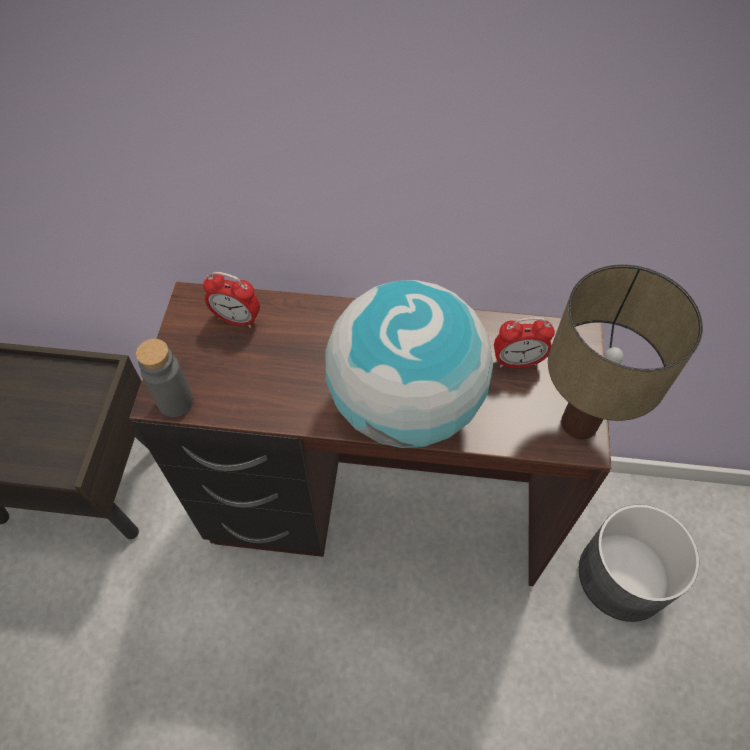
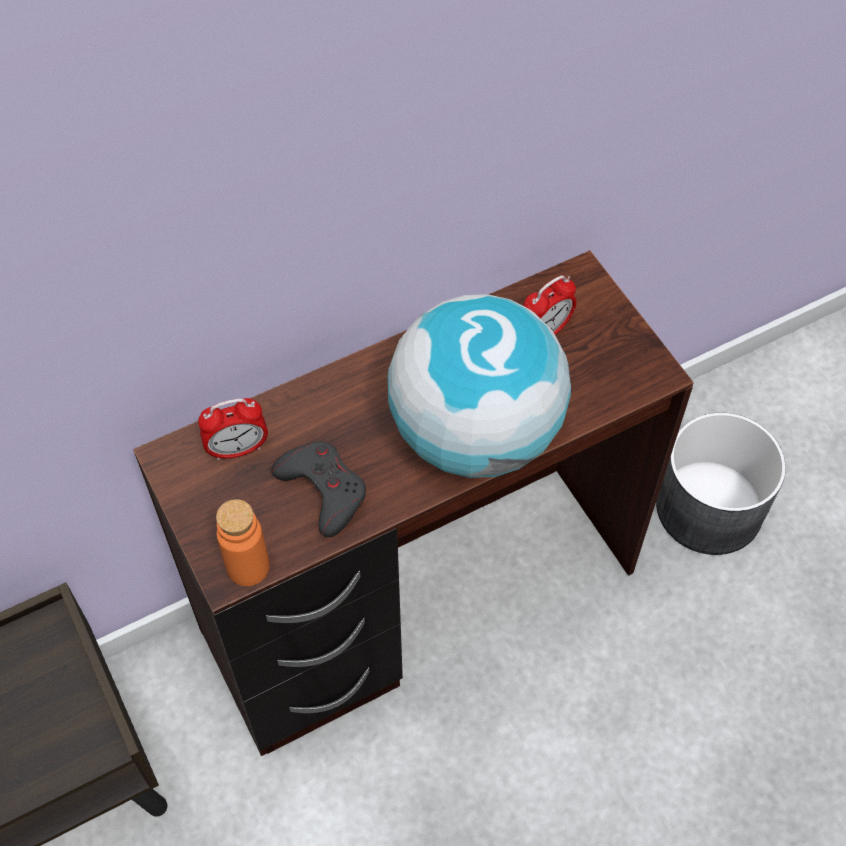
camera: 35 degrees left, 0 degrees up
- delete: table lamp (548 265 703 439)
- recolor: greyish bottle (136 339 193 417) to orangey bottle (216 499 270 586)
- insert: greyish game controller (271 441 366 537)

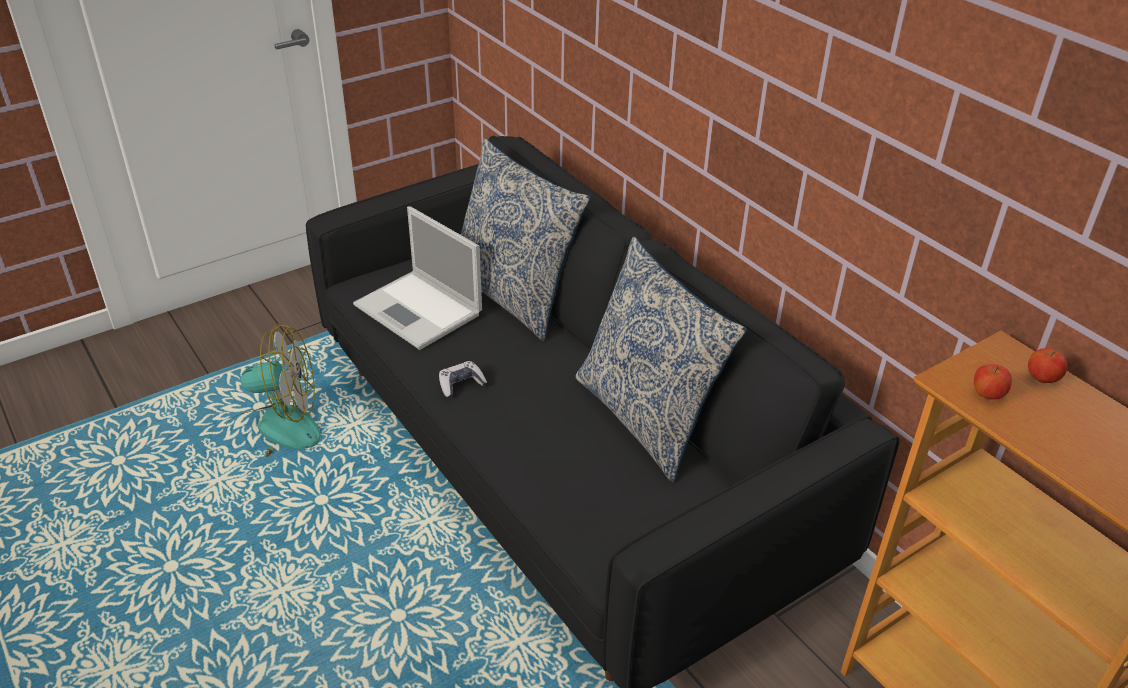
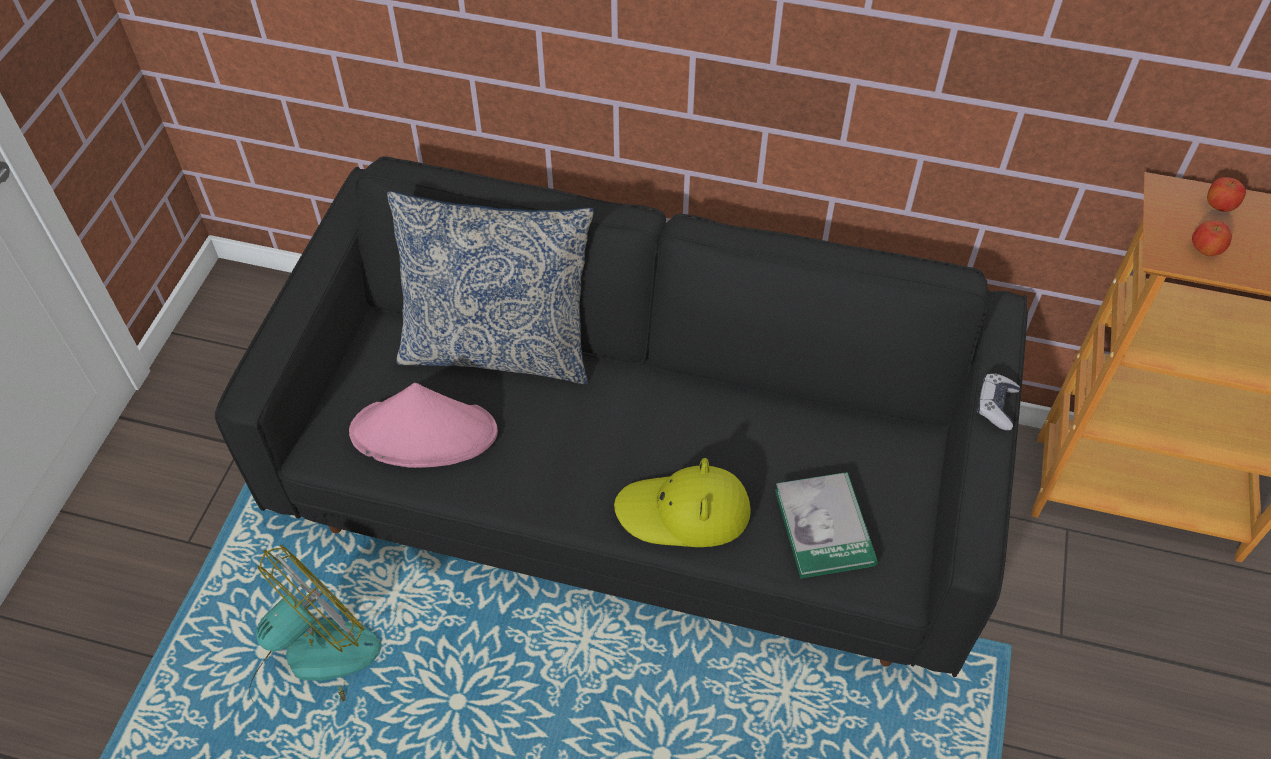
camera: 40 degrees left, 15 degrees up
- replace: laptop (353 206 482 350) to pink-coloured hat (349 383 498 468)
- delete: throw pillow (576 236 747 482)
- move: game controller (439 361 487 398) to (976 374 1020 431)
- insert: yellowish hat (614 458 751 547)
- insert: volume (775 472 878 579)

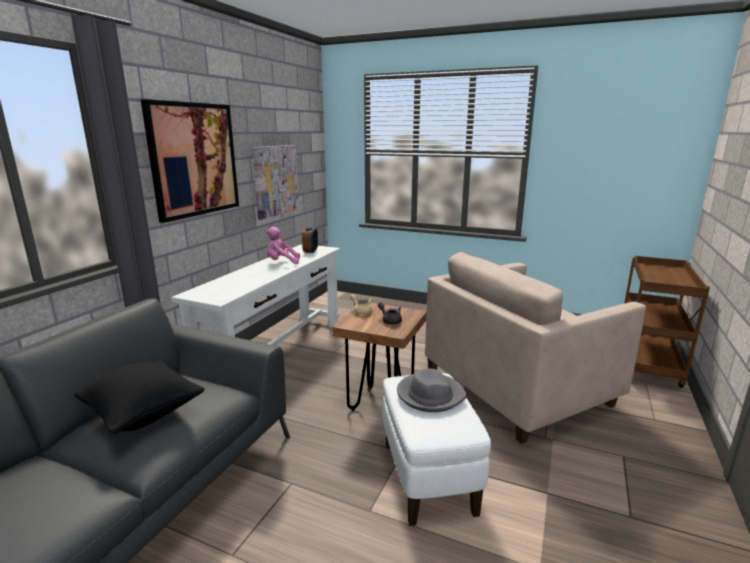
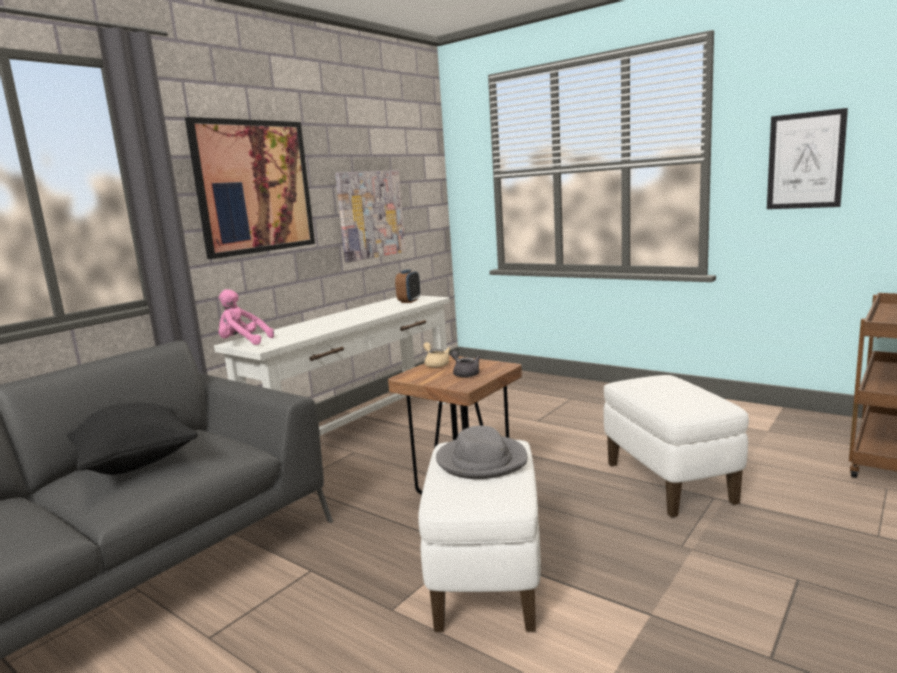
camera: 15 degrees right, 5 degrees down
- move: pink-coloured plush toy (266 227 300 264) to (218 289 274 345)
- replace: beige armchair (425 252 646 444) to white-coloured footrest (604 375 749 518)
- insert: picture (767 108 848 209)

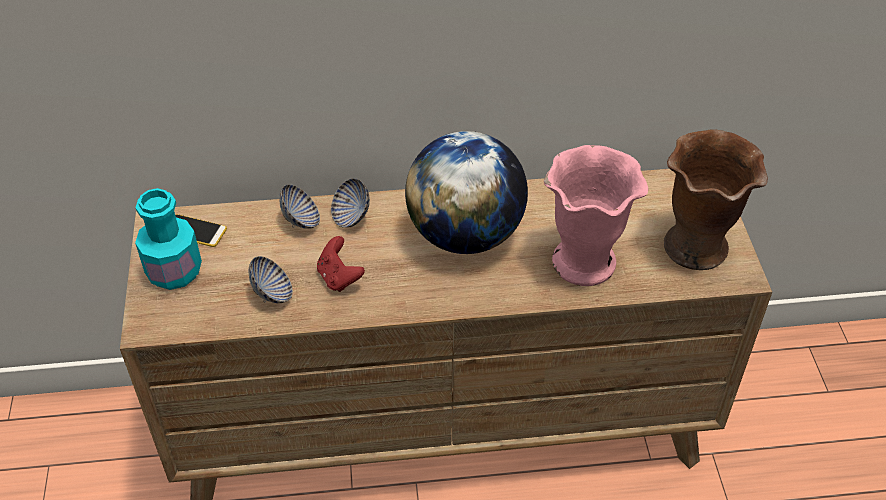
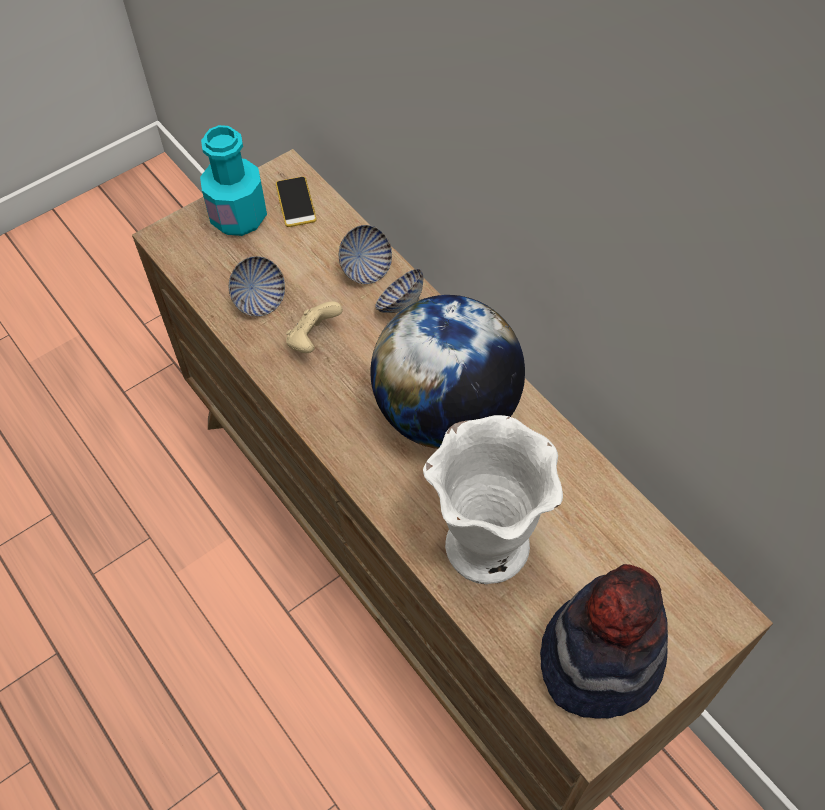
camera: 60 degrees right, 10 degrees up
- replace: brown decorative vase (664 129 768 270) to hat (540 564 668 719)
- recolor: pink-coloured decorative vase (544 145 648 286) to white-coloured decorative vase (423 415 563 584)
- recolor: red-coloured game controller (317 236 365 292) to beige game controller (286 301 343 353)

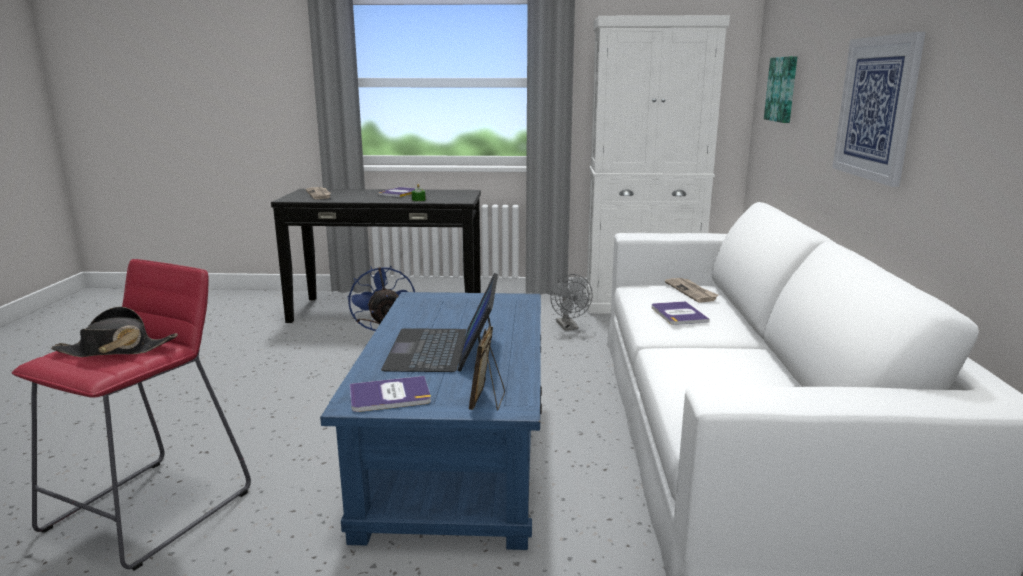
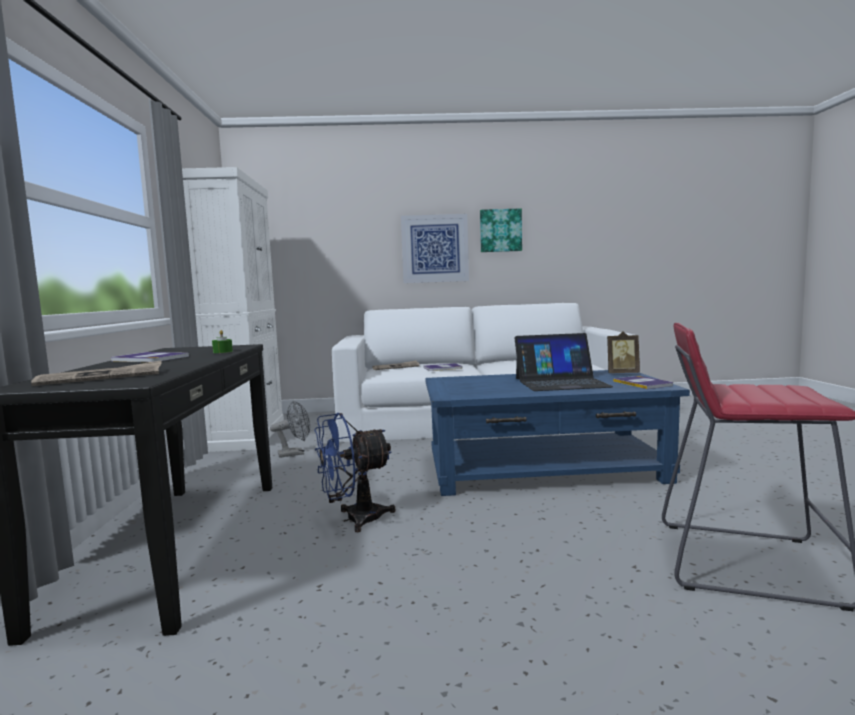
camera: 95 degrees left, 10 degrees down
- move: picture (764 56 797 123) to (480 208 522 252)
- delete: blackish hat (51 307 178 357)

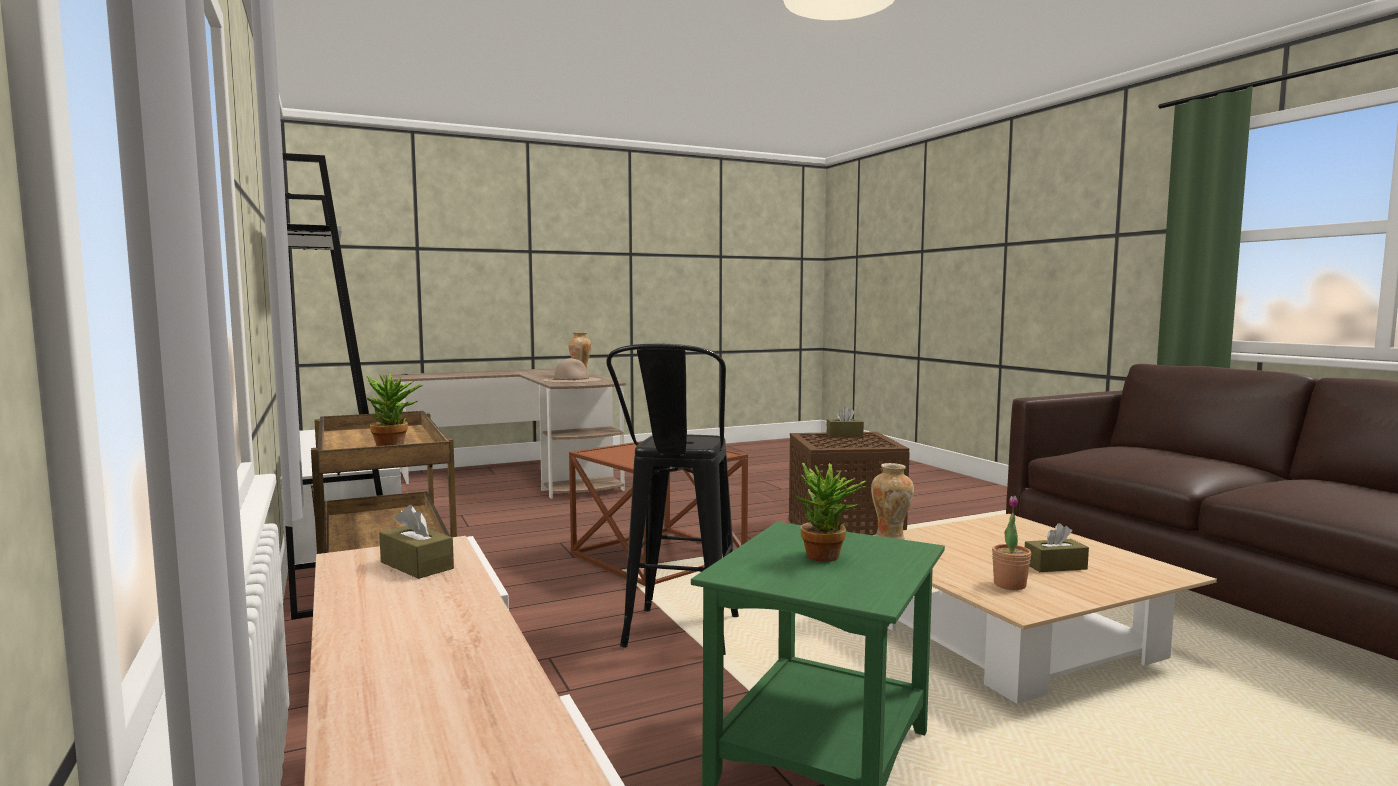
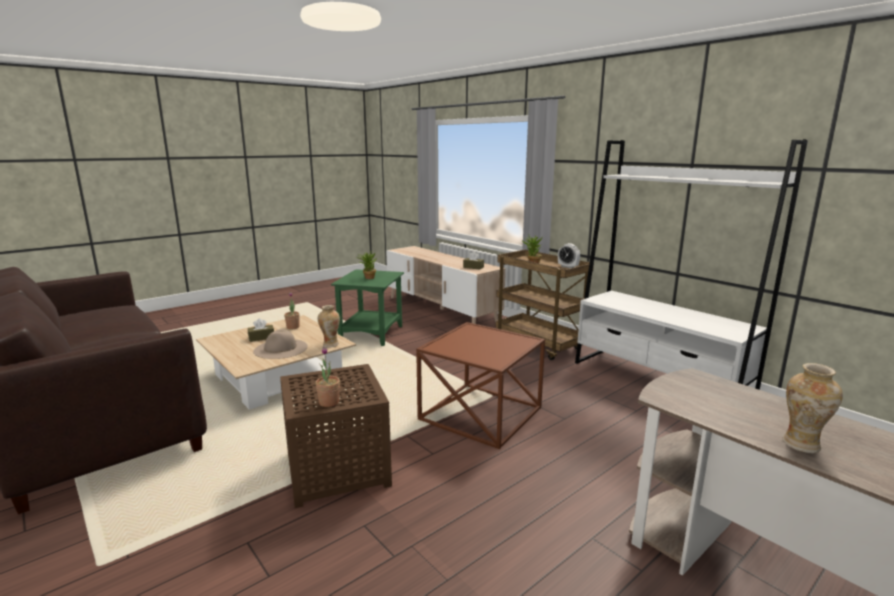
camera: 165 degrees right, 10 degrees up
- delete: blackish stool seat (606 344 739 655)
- move: beige hat (542 358 601 383) to (253 329 308 359)
- replace: brown box of tissues (827 406 864 436) to plant in a pot (315 347 340 407)
- insert: alarm clock (558 243 580 268)

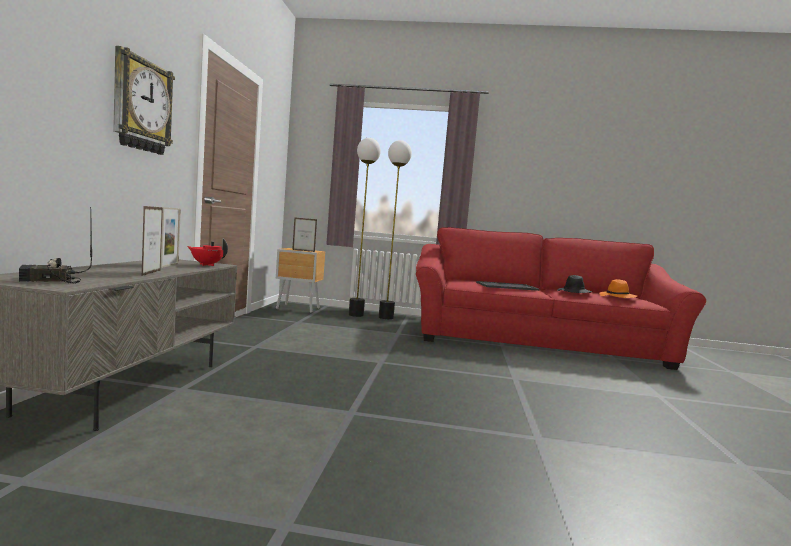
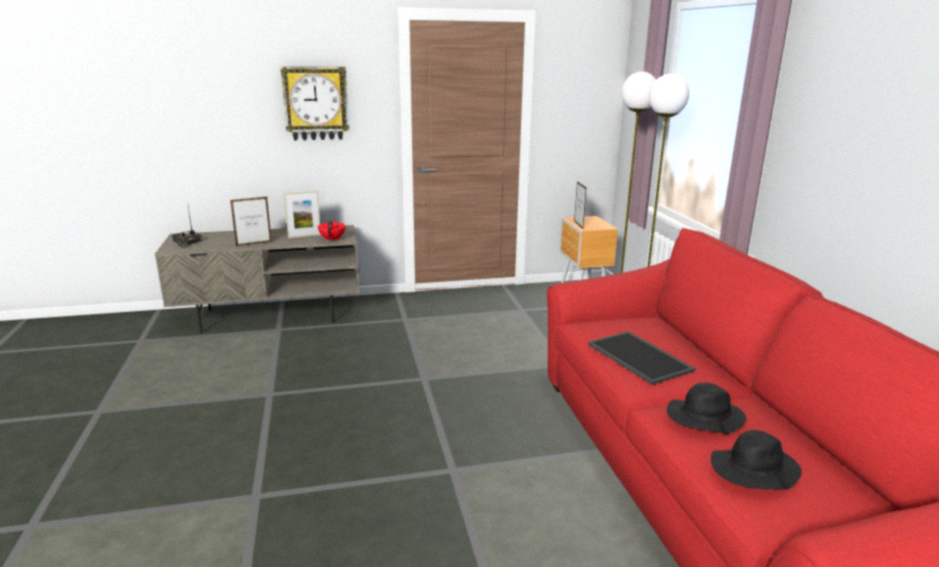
camera: 70 degrees right, 15 degrees up
- recolor: orangey hat (599 279 637 298) to blackish hat (711 430 802 490)

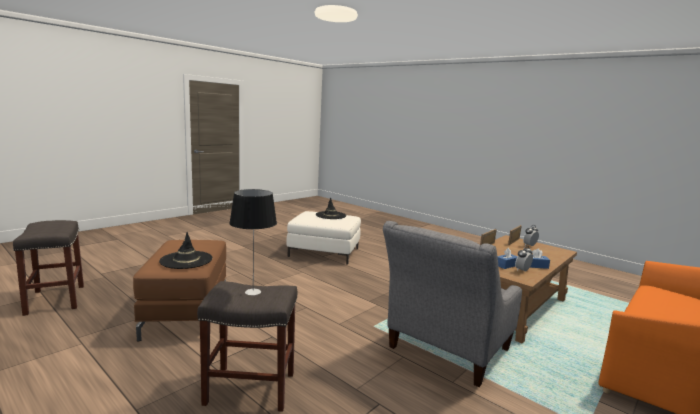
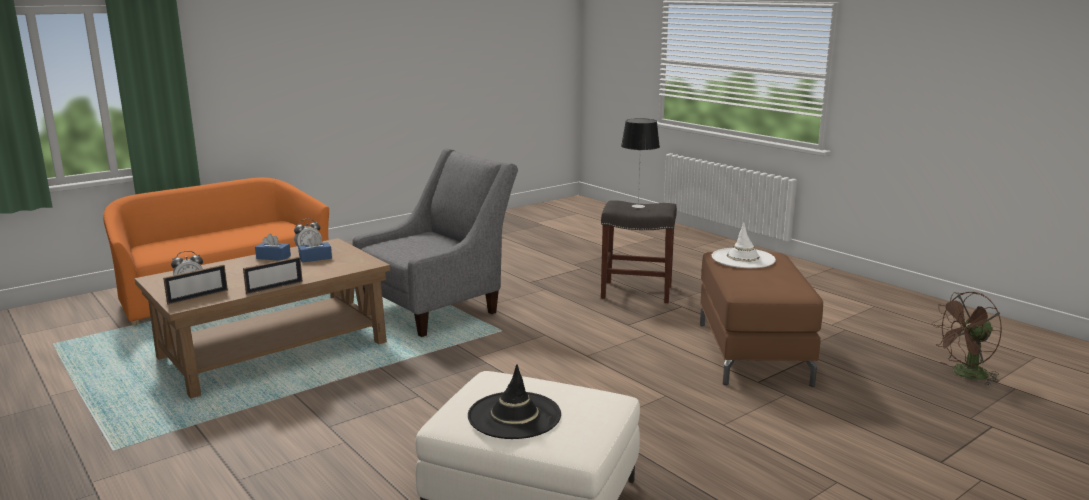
camera: 170 degrees left, 5 degrees up
- replace: greyish stool seat (13 220 84 316) to brown fan (932 292 1002 386)
- recolor: blackish hat (159 232 212 269) to white-coloured hat (712 222 776 268)

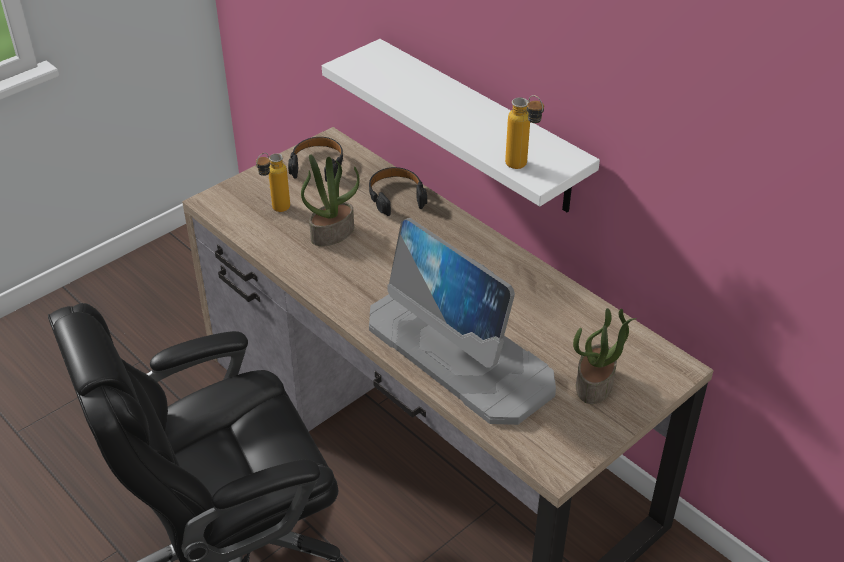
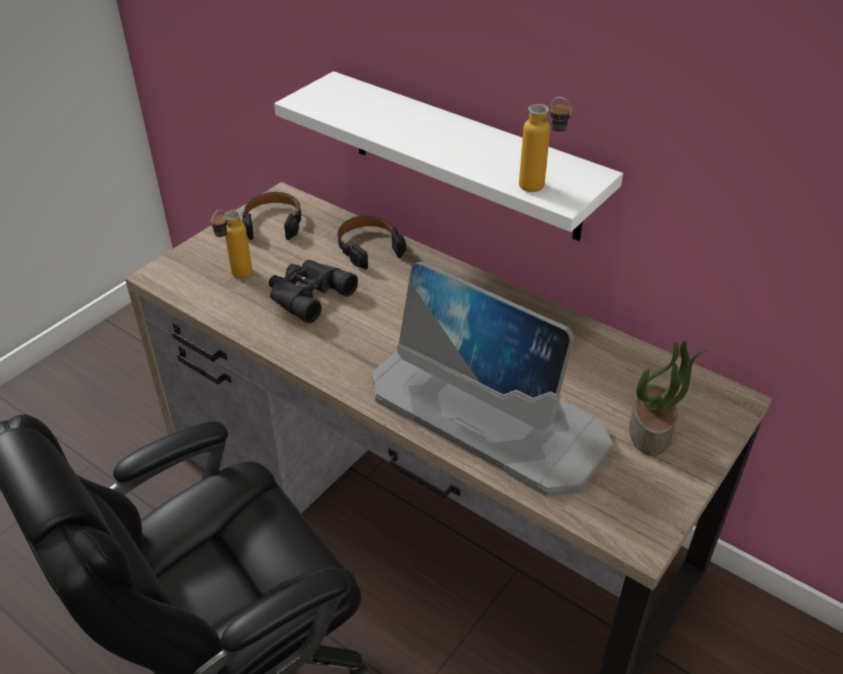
camera: 10 degrees left, 0 degrees up
- replace: plant in a pot (301 154 359 246) to blackish pair of binoculars (269 260 358 323)

